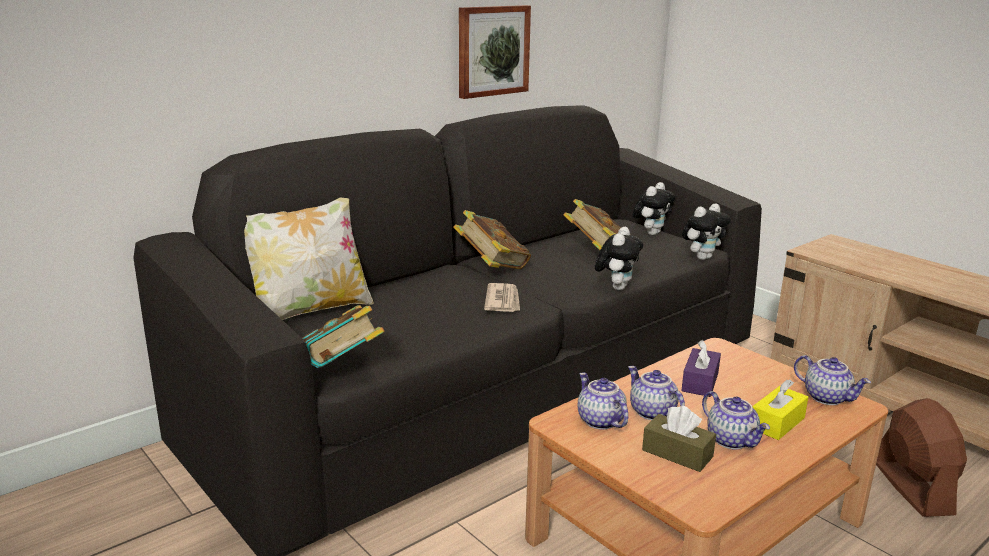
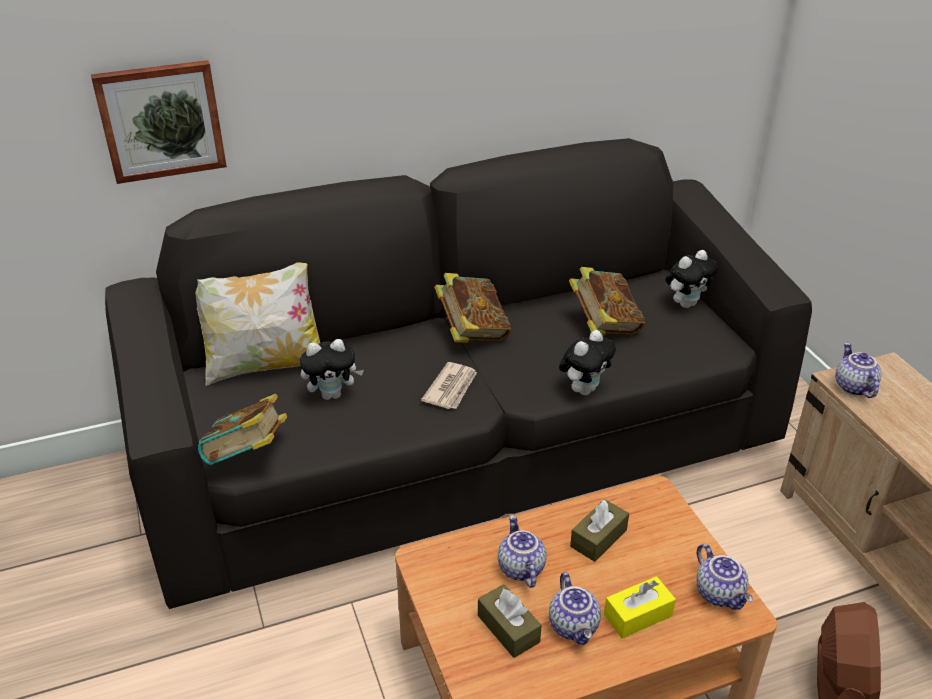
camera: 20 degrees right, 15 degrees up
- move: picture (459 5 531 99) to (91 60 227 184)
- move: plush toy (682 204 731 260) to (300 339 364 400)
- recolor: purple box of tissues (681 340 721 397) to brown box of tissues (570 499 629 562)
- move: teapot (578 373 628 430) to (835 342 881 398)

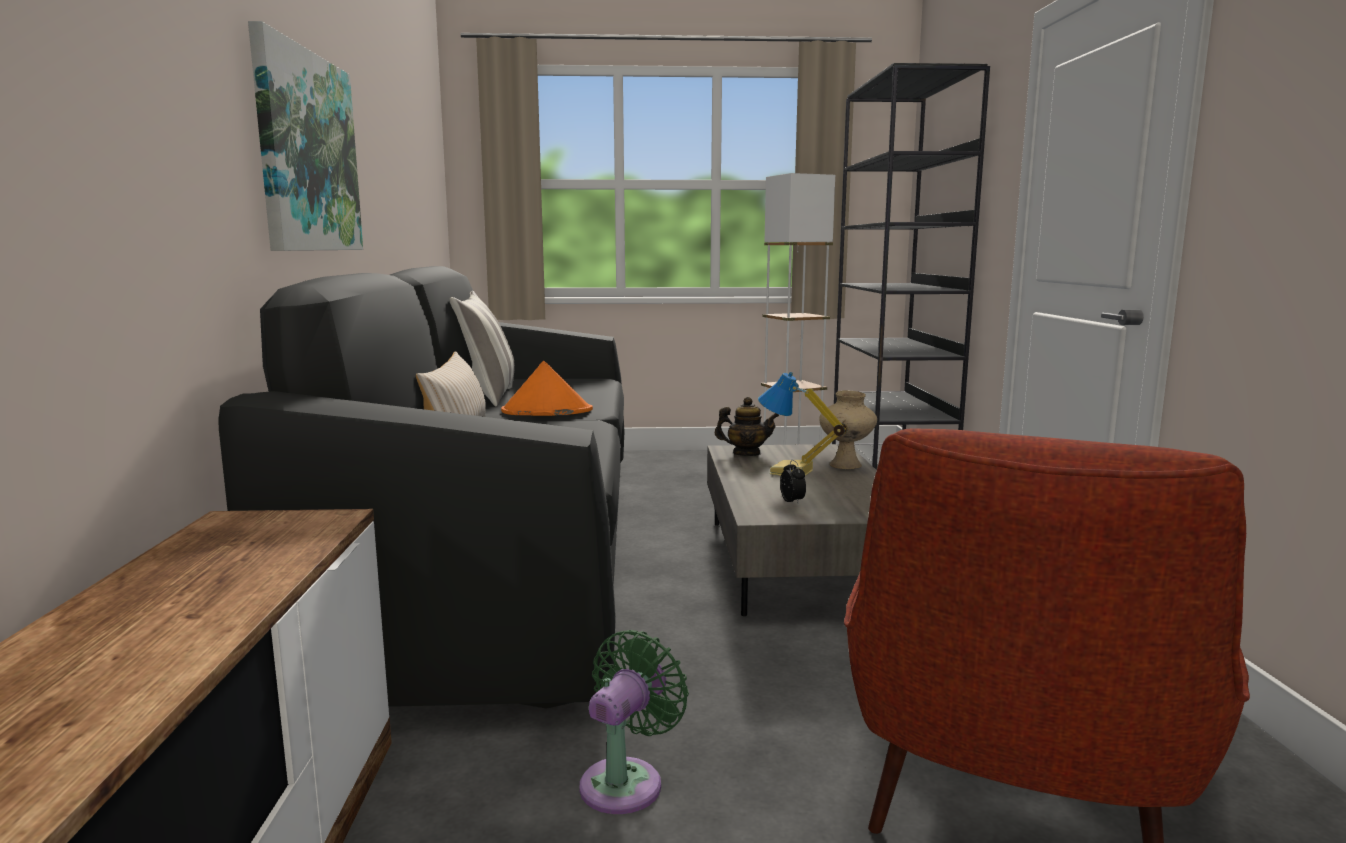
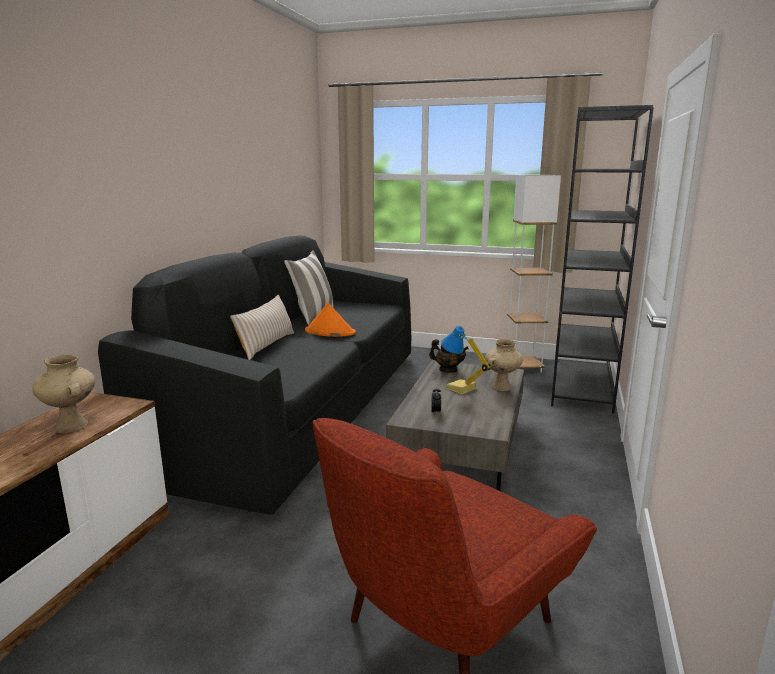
camera: 20 degrees right, 5 degrees up
- delete: picture (248 21 363 251)
- delete: greenish fan (580 630 689 814)
- insert: beige decorative vase (32 355 95 433)

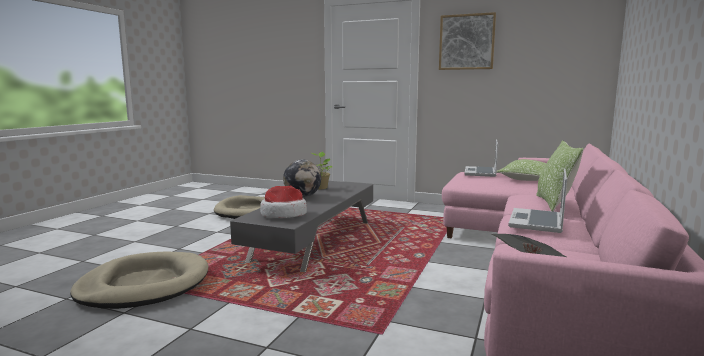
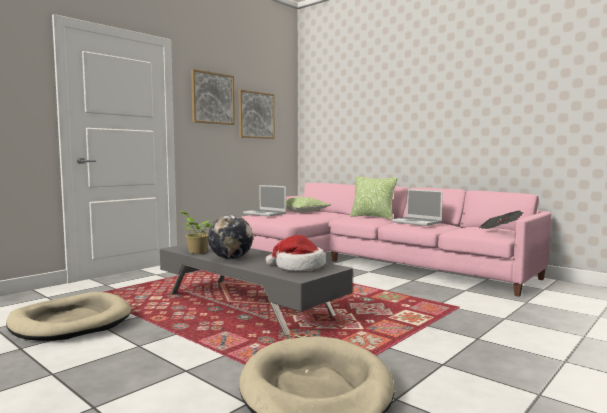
camera: 70 degrees left, 5 degrees down
- insert: picture (238 89 275 139)

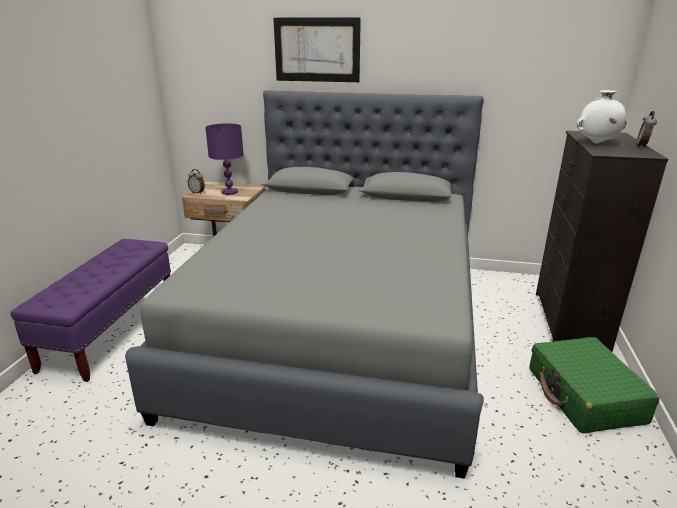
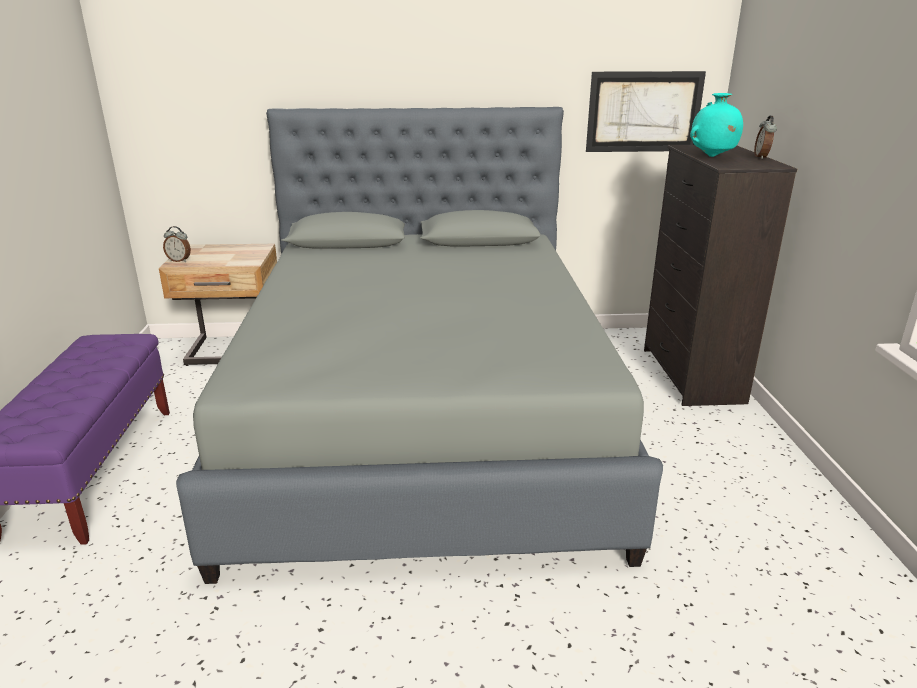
camera: 15 degrees left, 0 degrees up
- move: picture (273 17 361 82) to (586 71 706 152)
- recolor: white-coloured decorative vase (577 90 627 143) to turquoise decorative vase (690 93 743 157)
- delete: purple table lamp (205 123 244 195)
- delete: greenish suitcase (530 337 660 433)

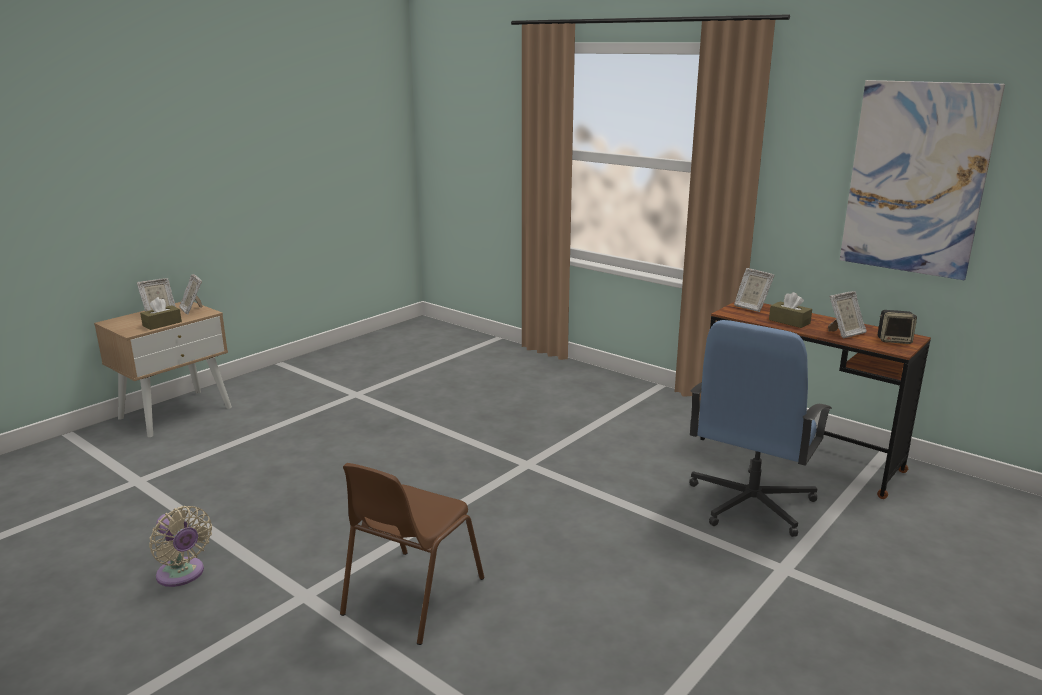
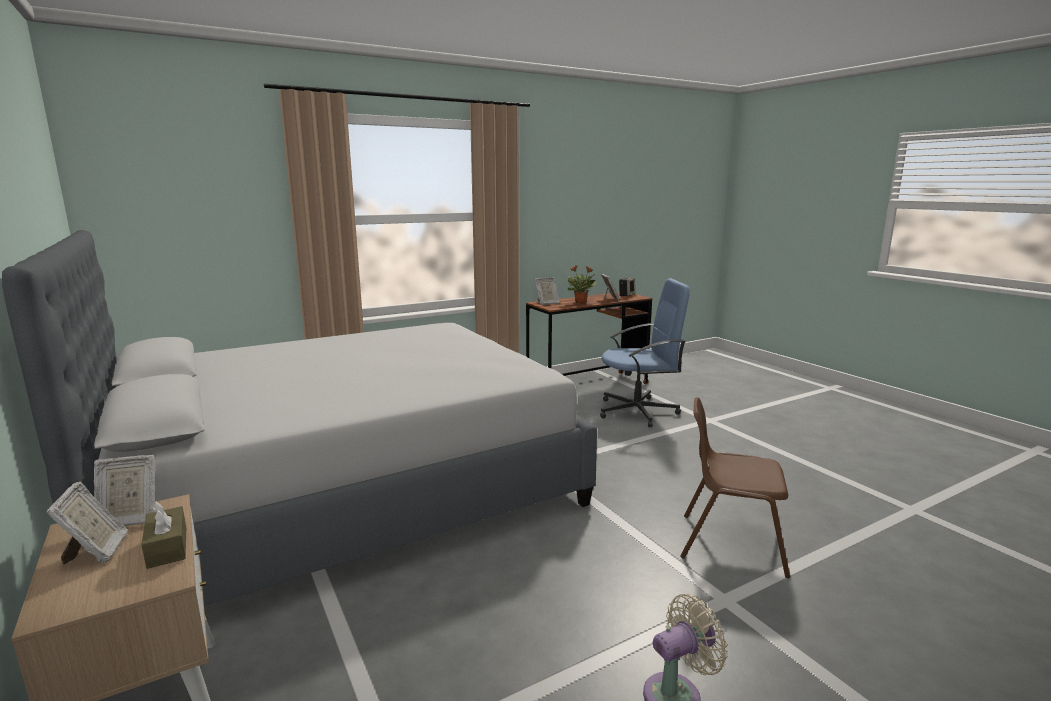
camera: 70 degrees left, 5 degrees down
- delete: picture (840 80 1005 280)
- replace: brown box of tissues (769 292 812 328) to plant in a pot (566 264 597 303)
- rotate: blue-coloured office chair (689 320 832 537) = (600 278 690 427) 60 degrees counterclockwise
- rotate: brown chair (340 463 484 645) = (680 397 790 578) 150 degrees clockwise
- insert: greyish bedroom bed (2 230 597 606)

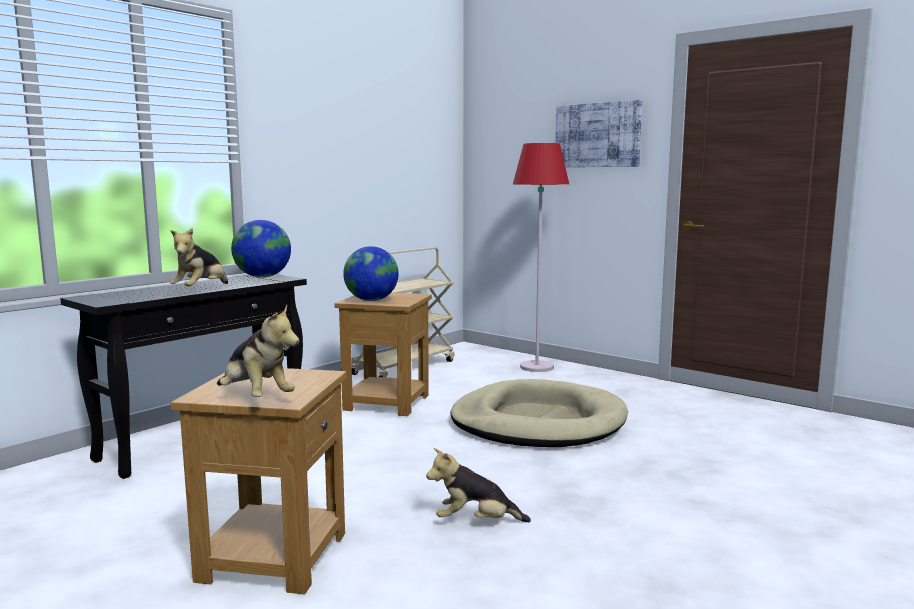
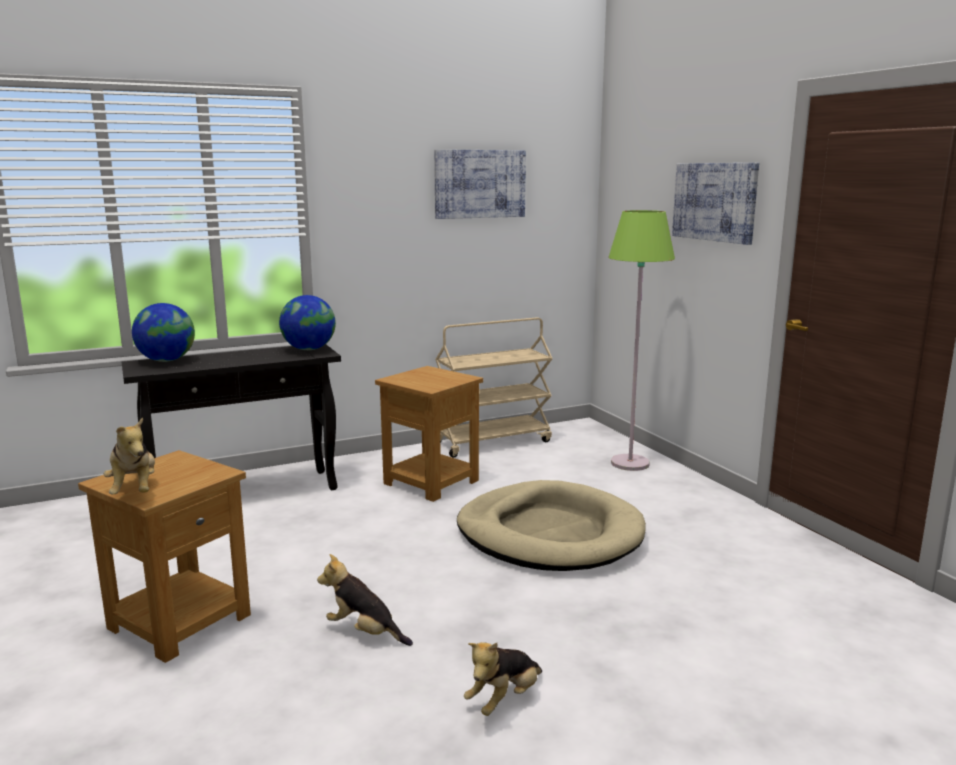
camera: 25 degrees right, 5 degrees up
- recolor: red-coloured standing lamp (513 143 569 372) to greenish standing lamp (608 210 675 471)
- move: plush toy (170 228 228 286) to (464 642 542 716)
- move: globe (343 246 399 301) to (132 303 195 362)
- insert: picture (434 149 526 219)

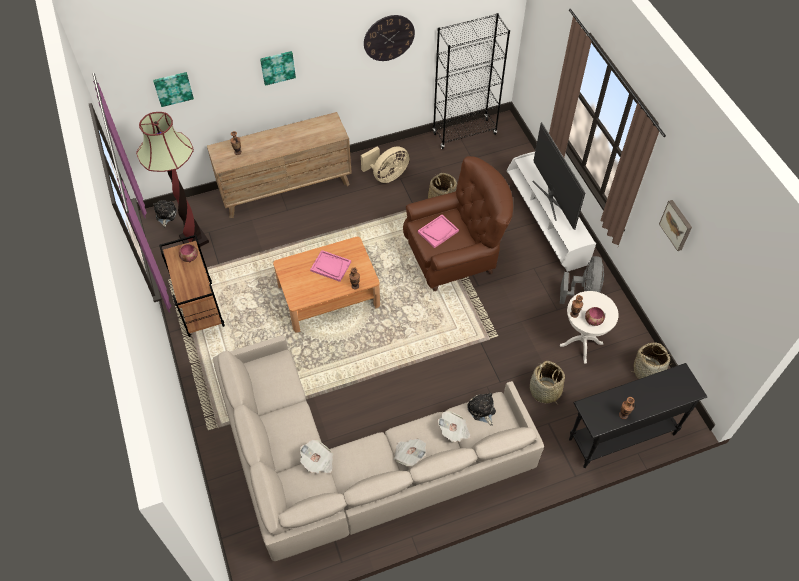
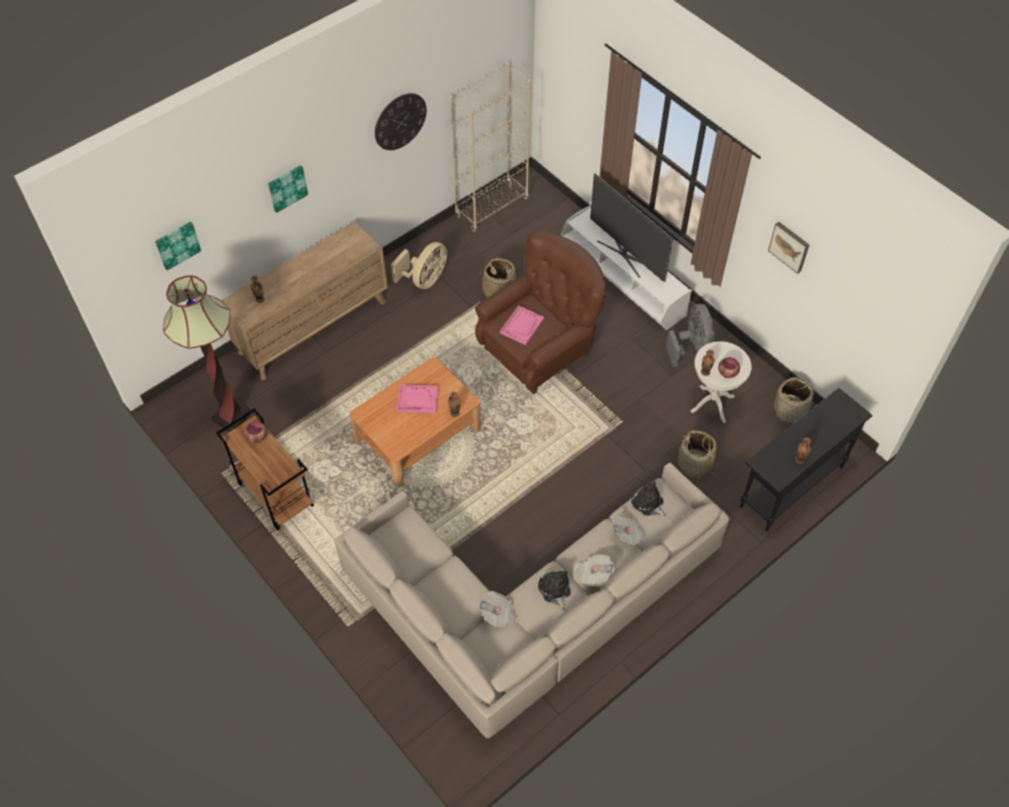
camera: 20 degrees left, 0 degrees up
- recolor: blackish bookshelf (433 13 510 149) to beige bookshelf (450 63 531 232)
- move: plush toy (153 200 177 227) to (538 571 571 610)

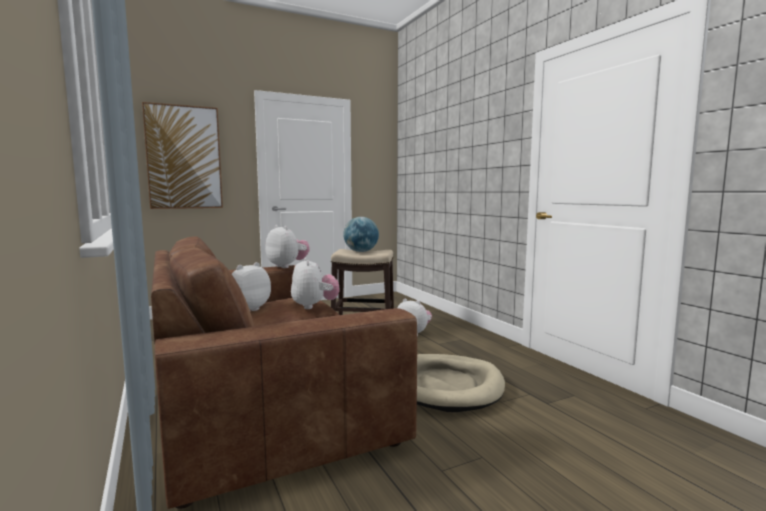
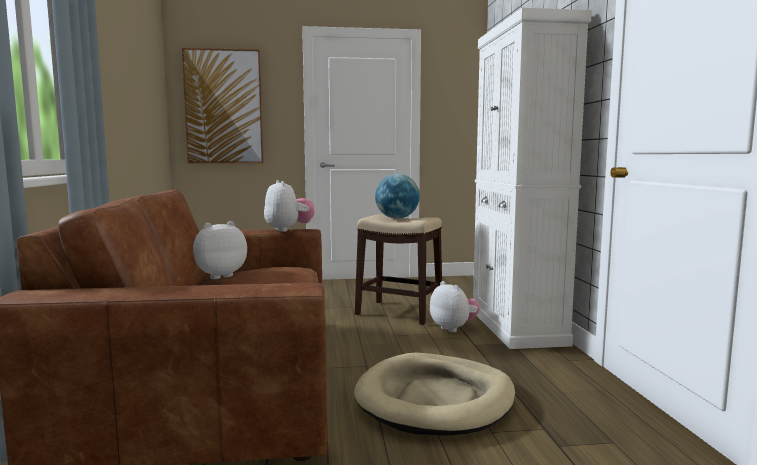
camera: 20 degrees right, 0 degrees up
- delete: plush toy (291 258 340 309)
- insert: white-coloured storage cabinet (473 8 592 349)

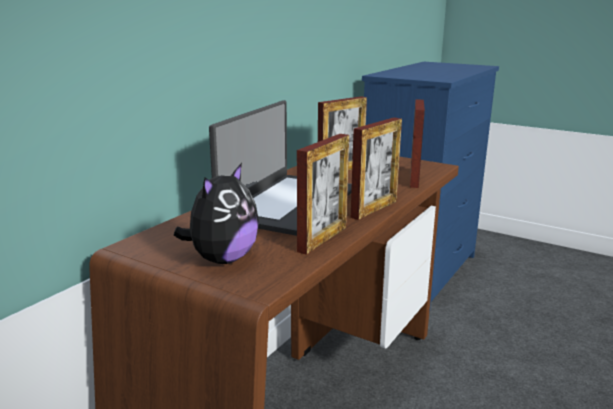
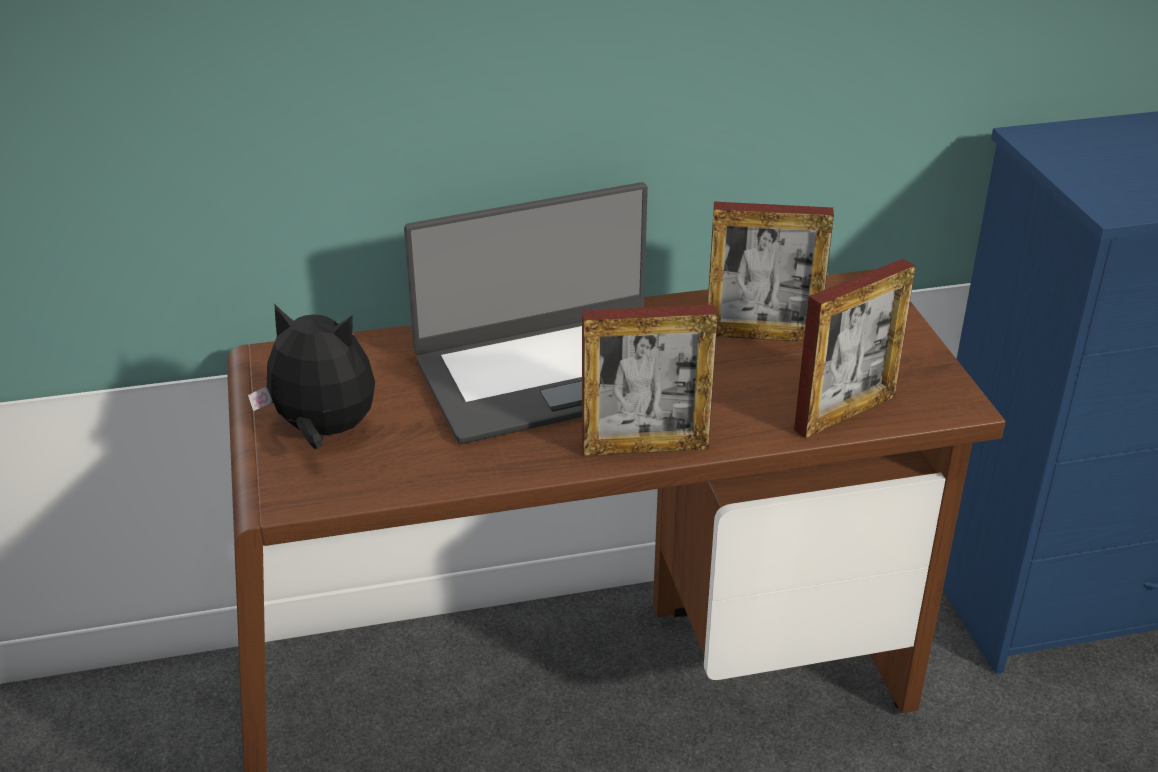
camera: 45 degrees right, 15 degrees up
- delete: standing frame (297 134 349 255)
- rotate: plush toy (174 163 259 264) = (248 303 375 449) 150 degrees counterclockwise

